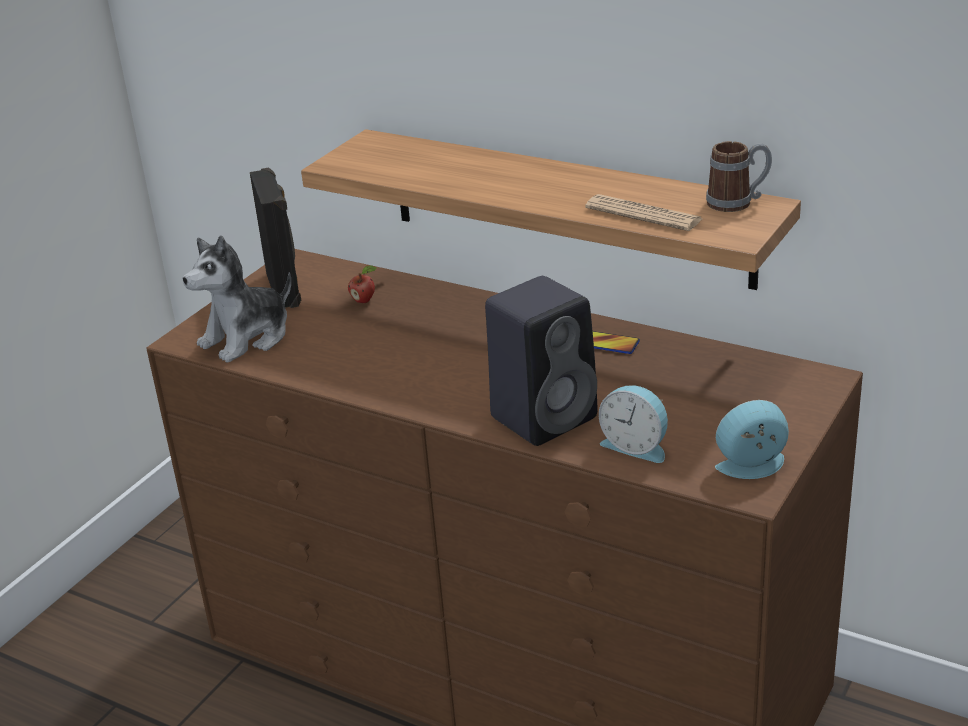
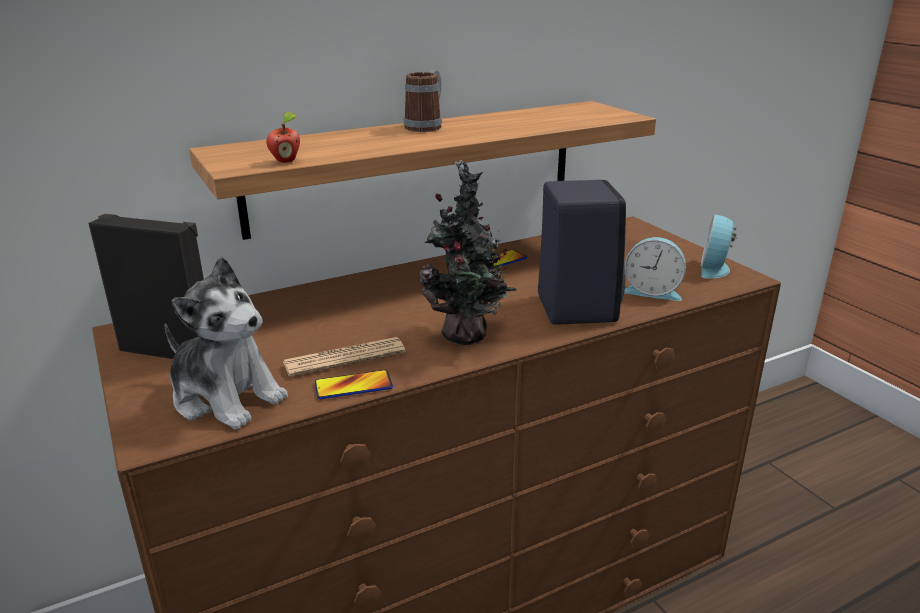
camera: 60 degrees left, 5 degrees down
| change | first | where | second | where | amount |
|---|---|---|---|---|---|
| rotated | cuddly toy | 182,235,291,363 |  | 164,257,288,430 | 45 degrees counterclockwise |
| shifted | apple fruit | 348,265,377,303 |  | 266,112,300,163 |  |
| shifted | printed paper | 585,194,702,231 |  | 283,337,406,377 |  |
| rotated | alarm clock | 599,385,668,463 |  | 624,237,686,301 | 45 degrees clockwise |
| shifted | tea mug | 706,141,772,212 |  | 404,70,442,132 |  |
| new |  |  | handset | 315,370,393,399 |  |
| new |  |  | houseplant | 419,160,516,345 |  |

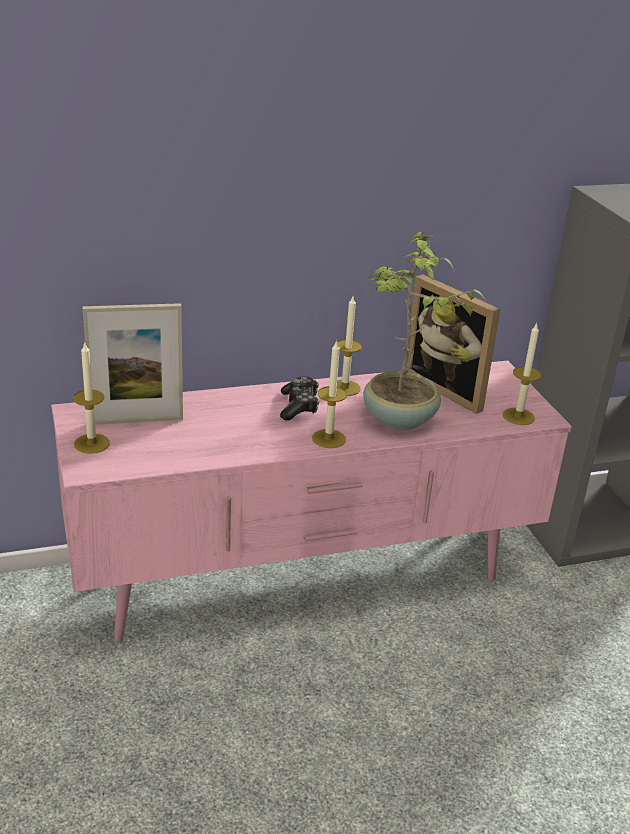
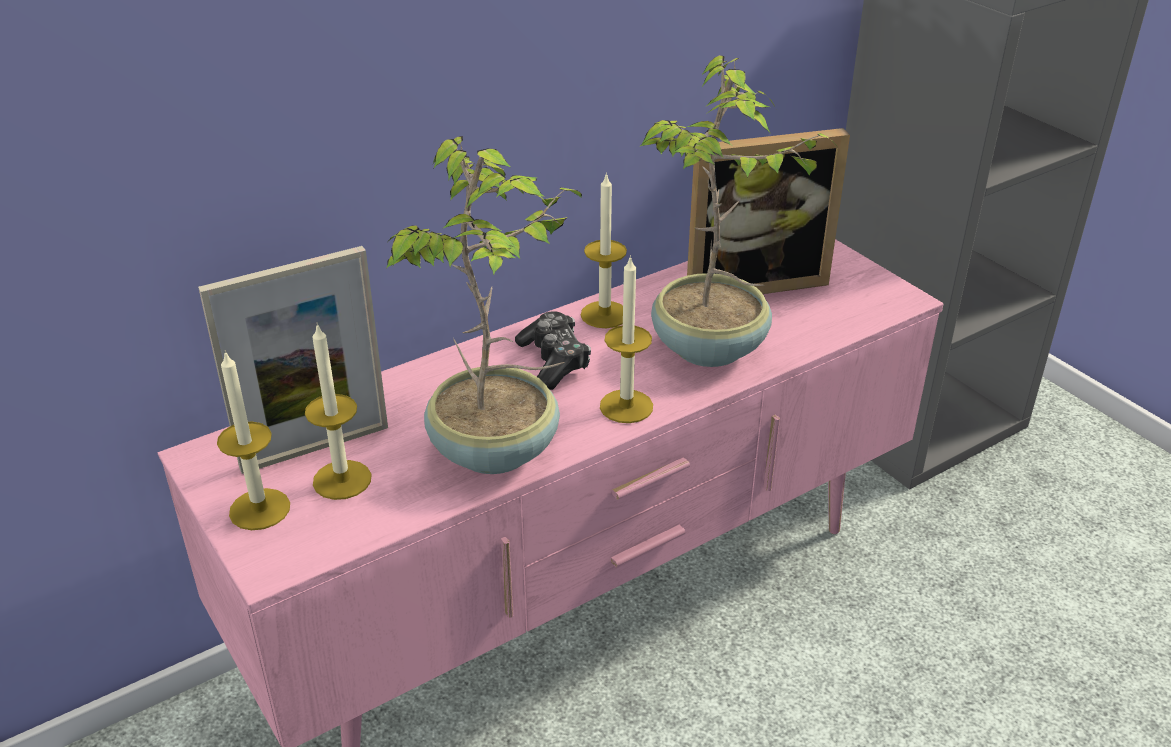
camera: 15 degrees left, 5 degrees up
| change | first | where | second | where | amount |
|---|---|---|---|---|---|
| rotated | photo frame | 405,274,501,414 |  | 687,128,850,294 | 45 degrees counterclockwise |
| shifted | wax candle | 503,323,541,425 |  | 305,324,371,500 |  |
| new |  |  | houseplant | 386,136,582,474 |  |

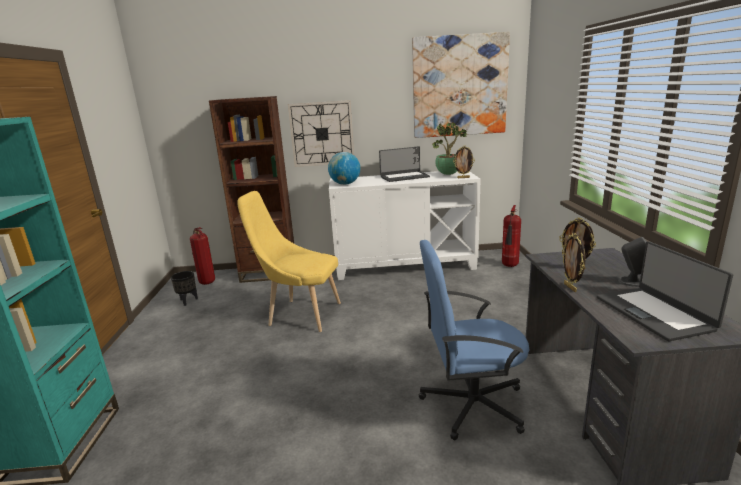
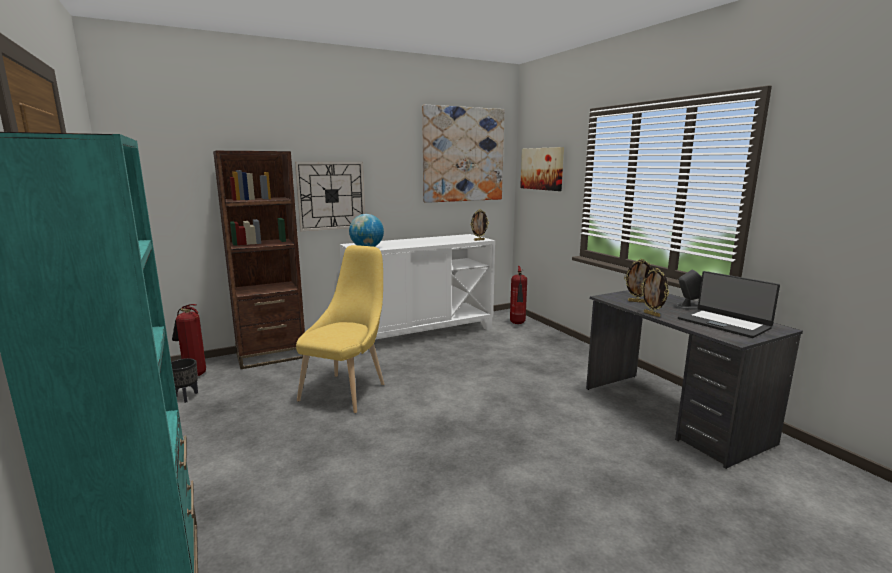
camera: 25 degrees left, 5 degrees down
| change | first | where | second | where | amount |
|---|---|---|---|---|---|
| rotated | plain chair (yellowish) | 237,191,341,332 |  | 296,245,384,413 | 120 degrees clockwise |
| gone | portable computer | 379,146,430,182 |  |  |  |
| gone | computer chair (bluish) | 419,240,529,440 |  |  |  |
| gone | houseplant | 432,122,467,175 |  |  |  |
| new |  |  | wall art | 520,147,564,191 |  |

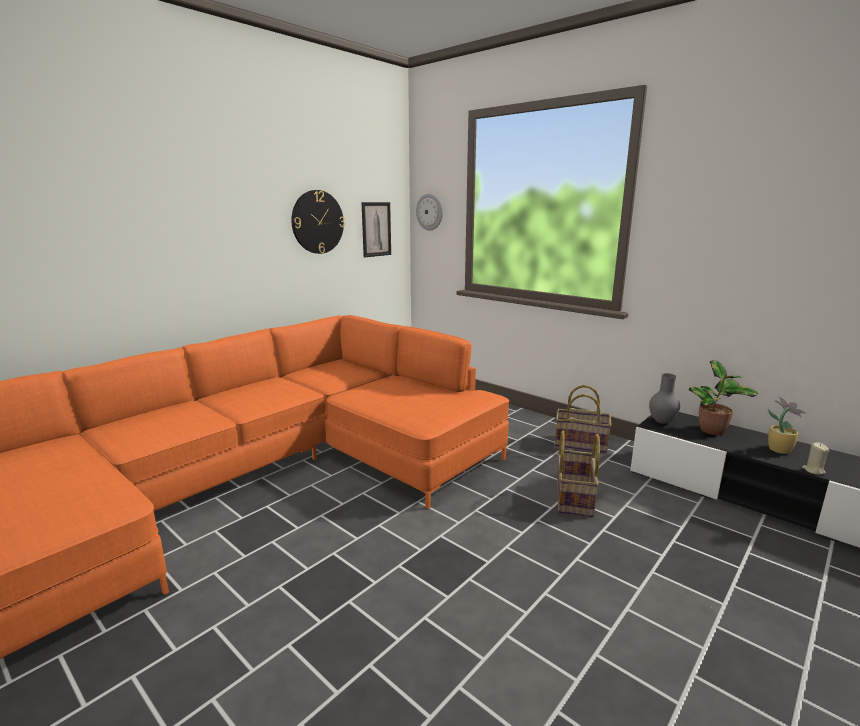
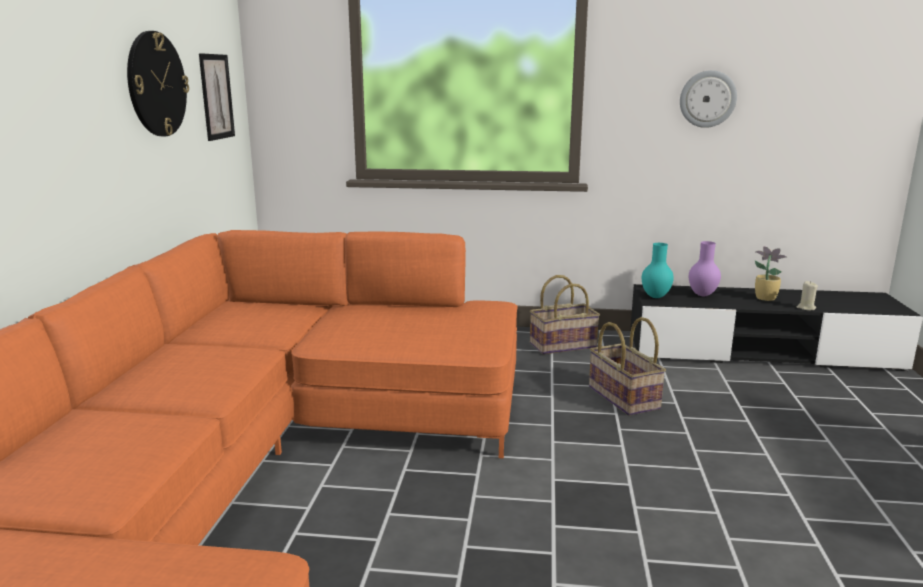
camera: 35 degrees left, 0 degrees up
| change | first | where | second | where | amount |
|---|---|---|---|---|---|
| shifted | clock on the wall | 416,193,443,230 |  | 680,70,737,128 |  |
| repainted | flower vase (greyish) | 649,373,680,424 | flower vase (turquoise) | 642,243,674,298 |  |
| swapped | houseplant | 689,360,758,435 | flower vase (purplish) | 689,241,721,296 |  |

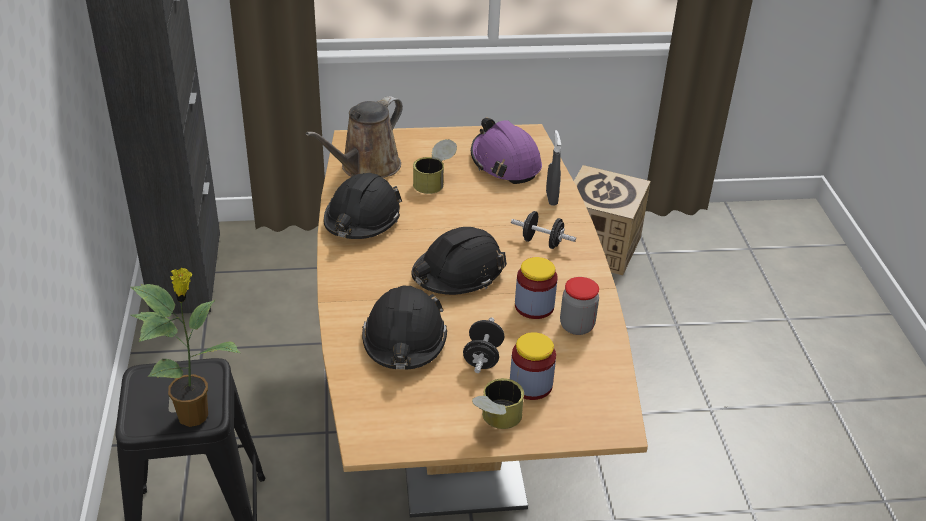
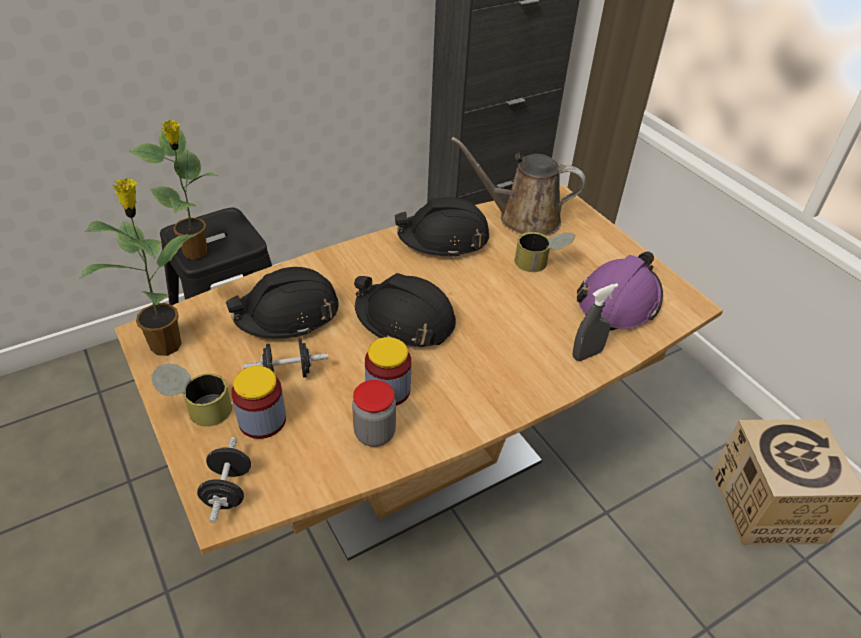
camera: 65 degrees right, 5 degrees up
| change | first | where | second | where | amount |
|---|---|---|---|---|---|
| shifted | hand weight (blackish) | 511,211,576,249 |  | 197,437,251,523 |  |
| new |  |  | houseplant | 78,178,197,356 |  |

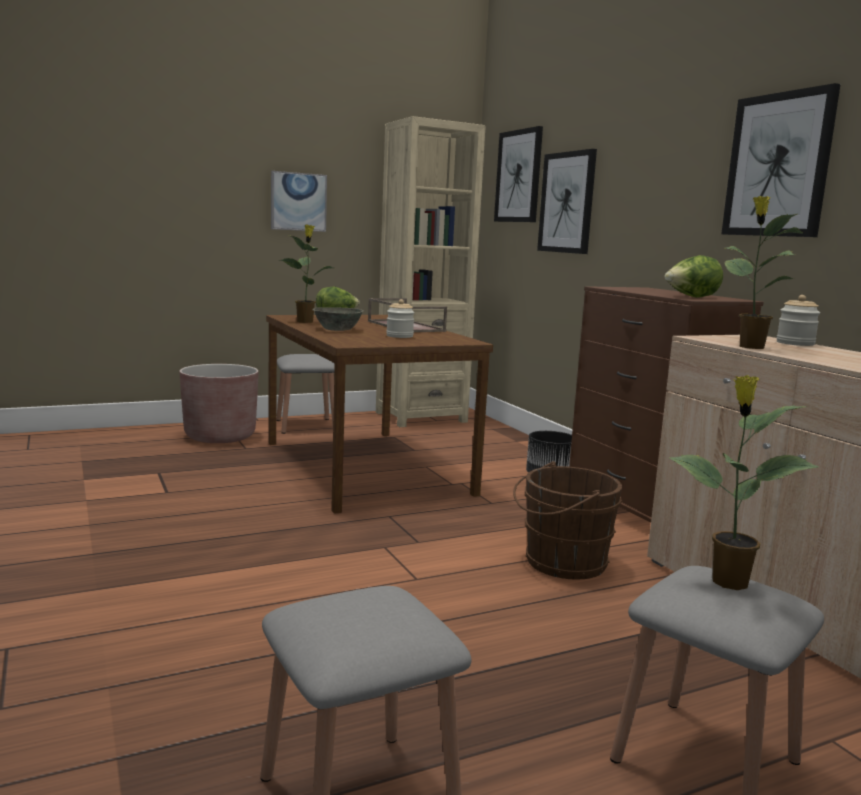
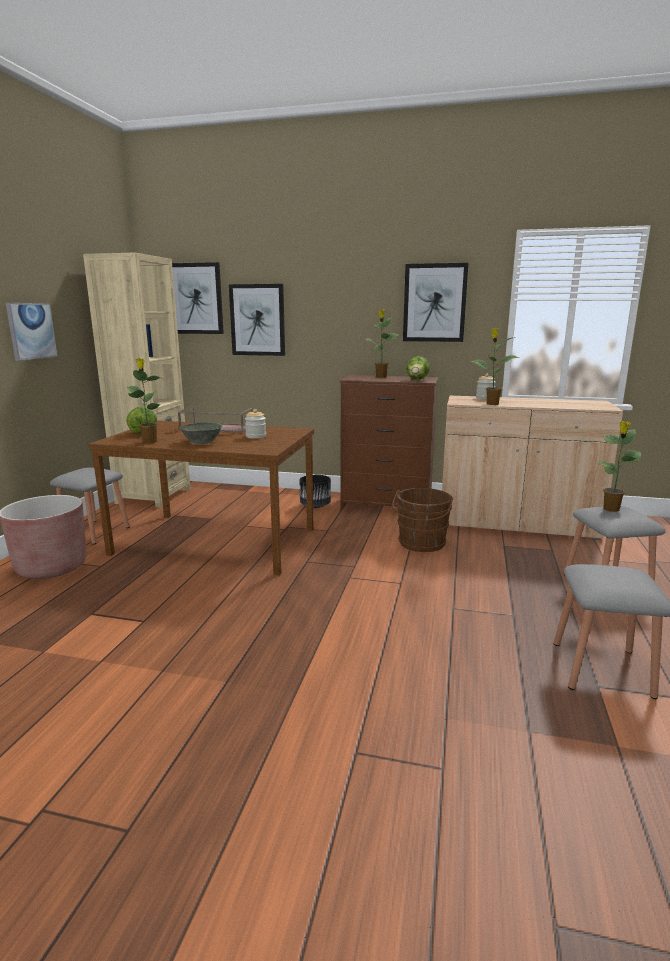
camera: 50 degrees left, 5 degrees up
| change | first | where | second | where | amount |
|---|---|---|---|---|---|
| new |  |  | houseplant | 365,309,399,378 |  |

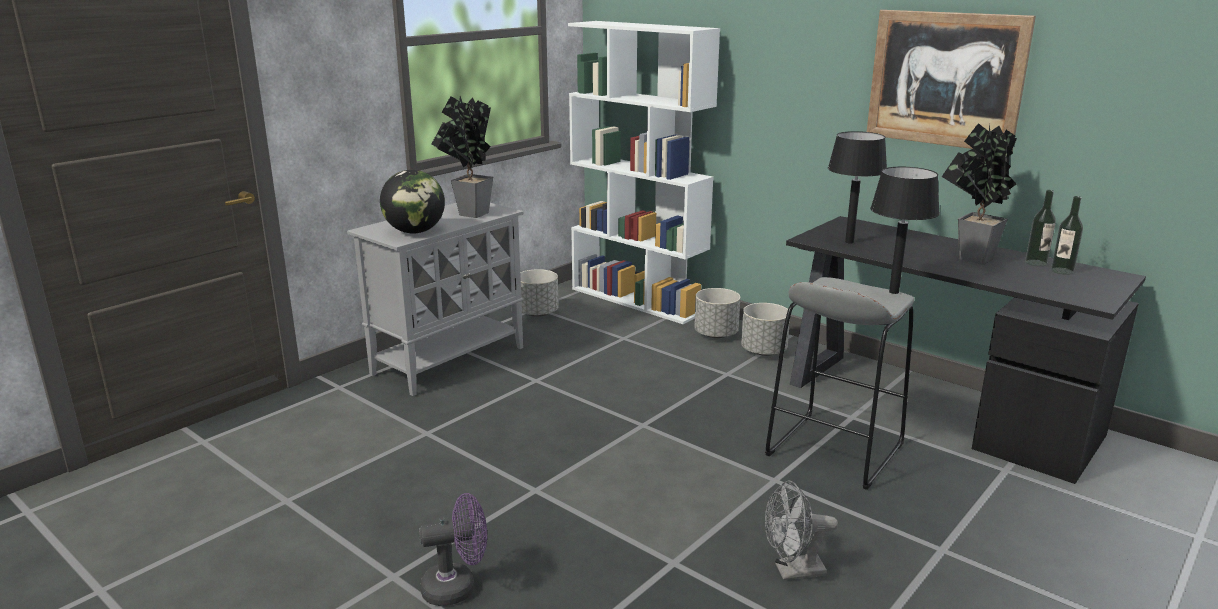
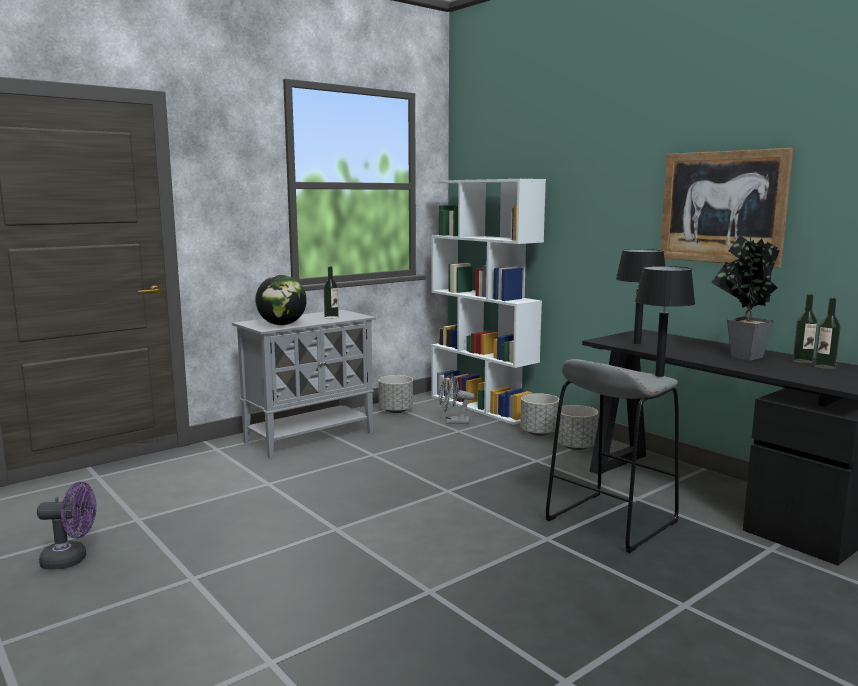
camera: 10 degrees right, 10 degrees down
| change | first | where | second | where | amount |
|---|---|---|---|---|---|
| shifted | cooling fan (purplish) | 419,493,487,606 |  | 37,482,97,570 |  |
| swapped | houseplant | 431,96,493,218 | drink bottle | 324,266,339,319 |  |
| shifted | cooling fan (greyish) | 765,480,838,580 |  | 439,373,475,424 |  |

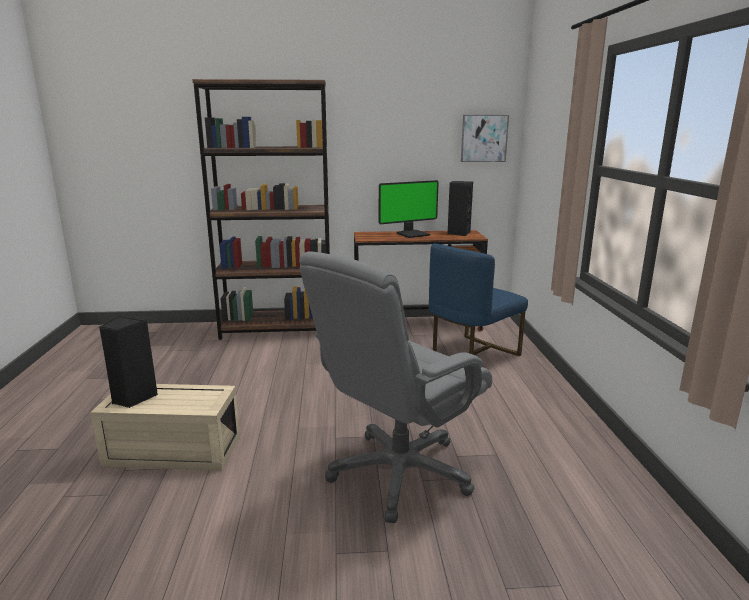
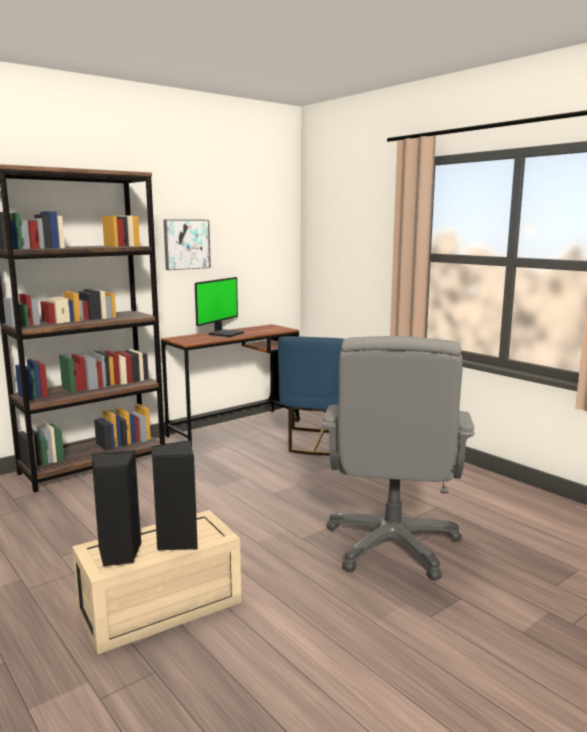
camera: 35 degrees left, 5 degrees down
| change | first | where | second | where | amount |
|---|---|---|---|---|---|
| shifted | audio speaker (blackish) | 447,181,473,236 |  | 151,440,198,550 |  |
| shifted | wall art | 461,115,509,162 |  | 163,219,211,270 |  |

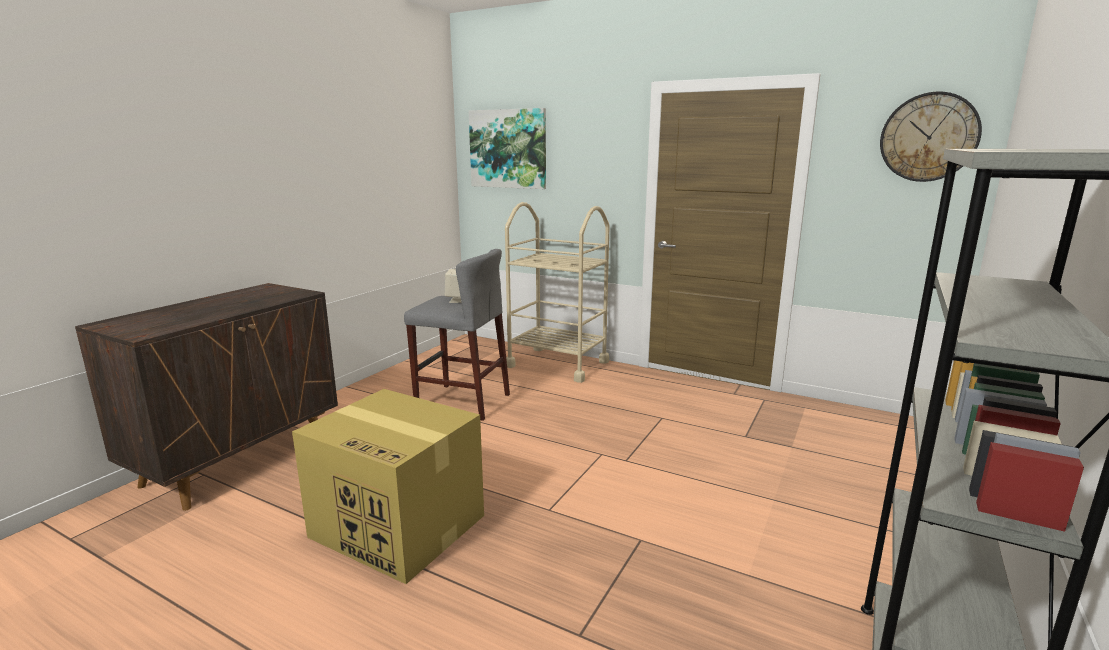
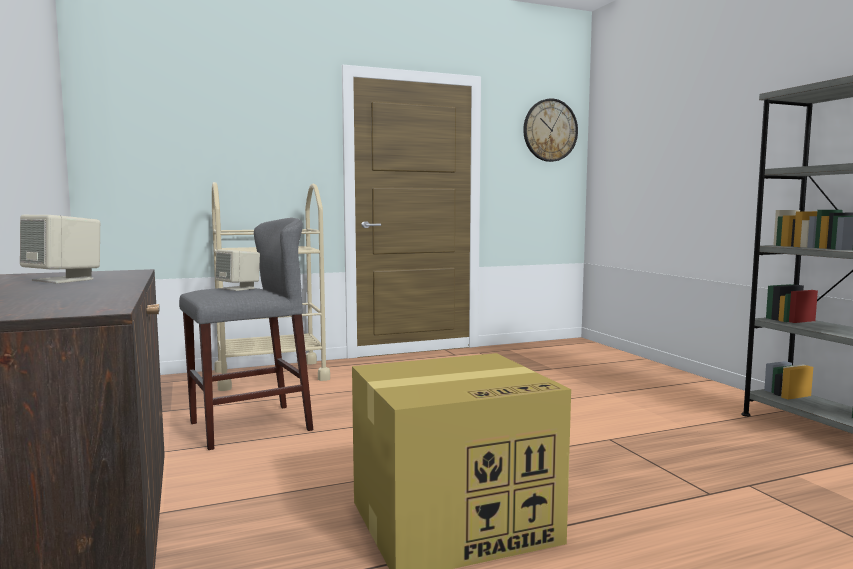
camera: 50 degrees left, 10 degrees down
| change | first | where | second | where | amount |
|---|---|---|---|---|---|
| gone | wall art | 469,108,546,189 |  |  |  |
| new |  |  | audio speaker (sand-coloured) | 20,215,100,284 |  |

